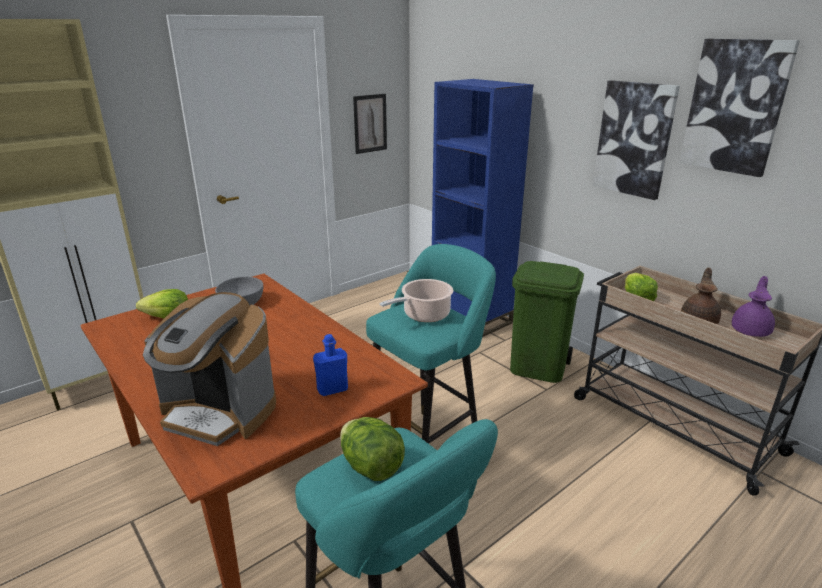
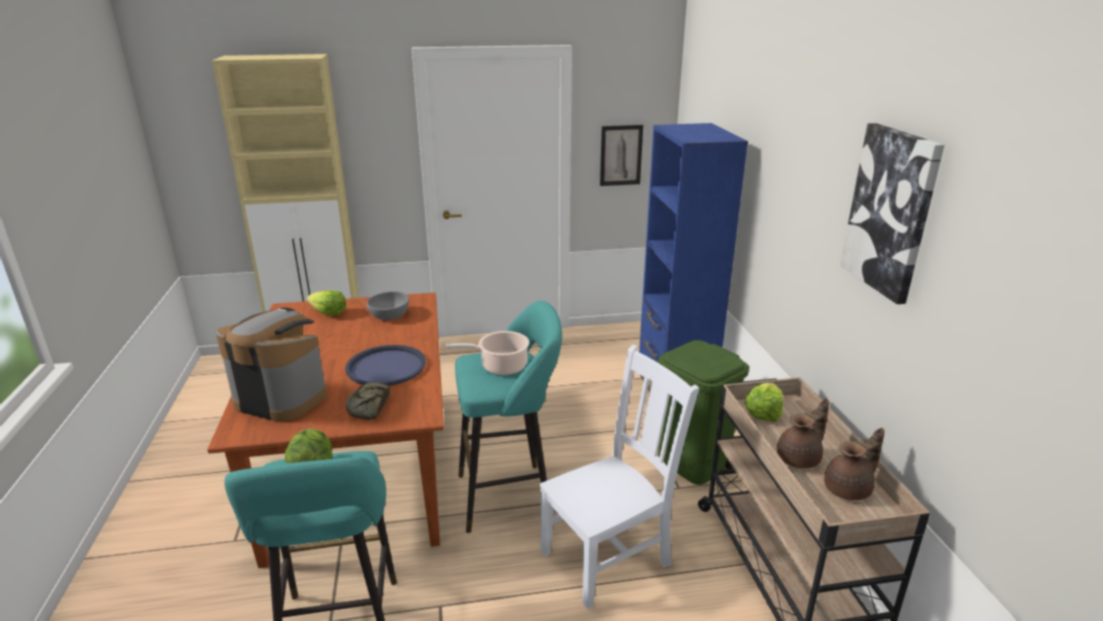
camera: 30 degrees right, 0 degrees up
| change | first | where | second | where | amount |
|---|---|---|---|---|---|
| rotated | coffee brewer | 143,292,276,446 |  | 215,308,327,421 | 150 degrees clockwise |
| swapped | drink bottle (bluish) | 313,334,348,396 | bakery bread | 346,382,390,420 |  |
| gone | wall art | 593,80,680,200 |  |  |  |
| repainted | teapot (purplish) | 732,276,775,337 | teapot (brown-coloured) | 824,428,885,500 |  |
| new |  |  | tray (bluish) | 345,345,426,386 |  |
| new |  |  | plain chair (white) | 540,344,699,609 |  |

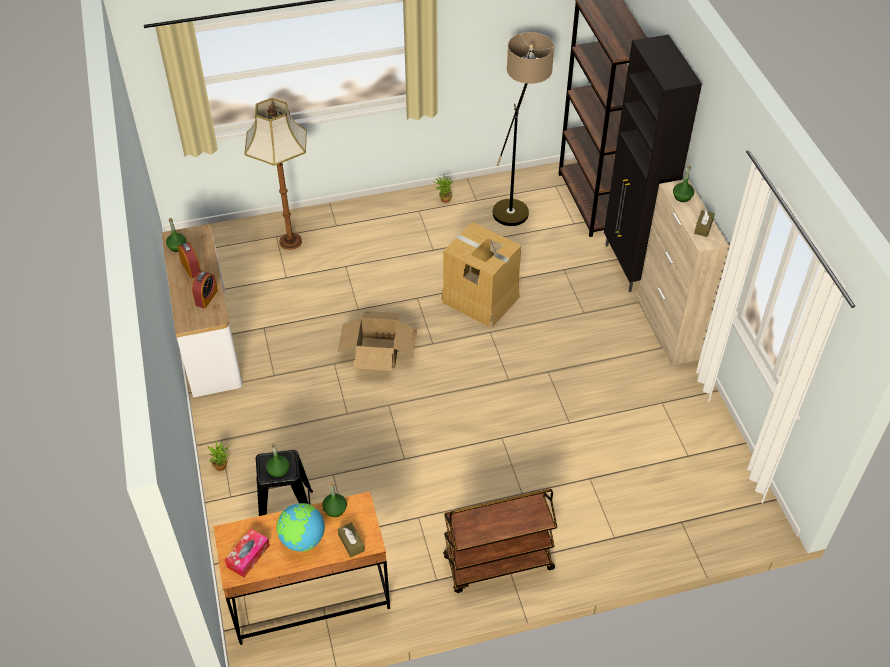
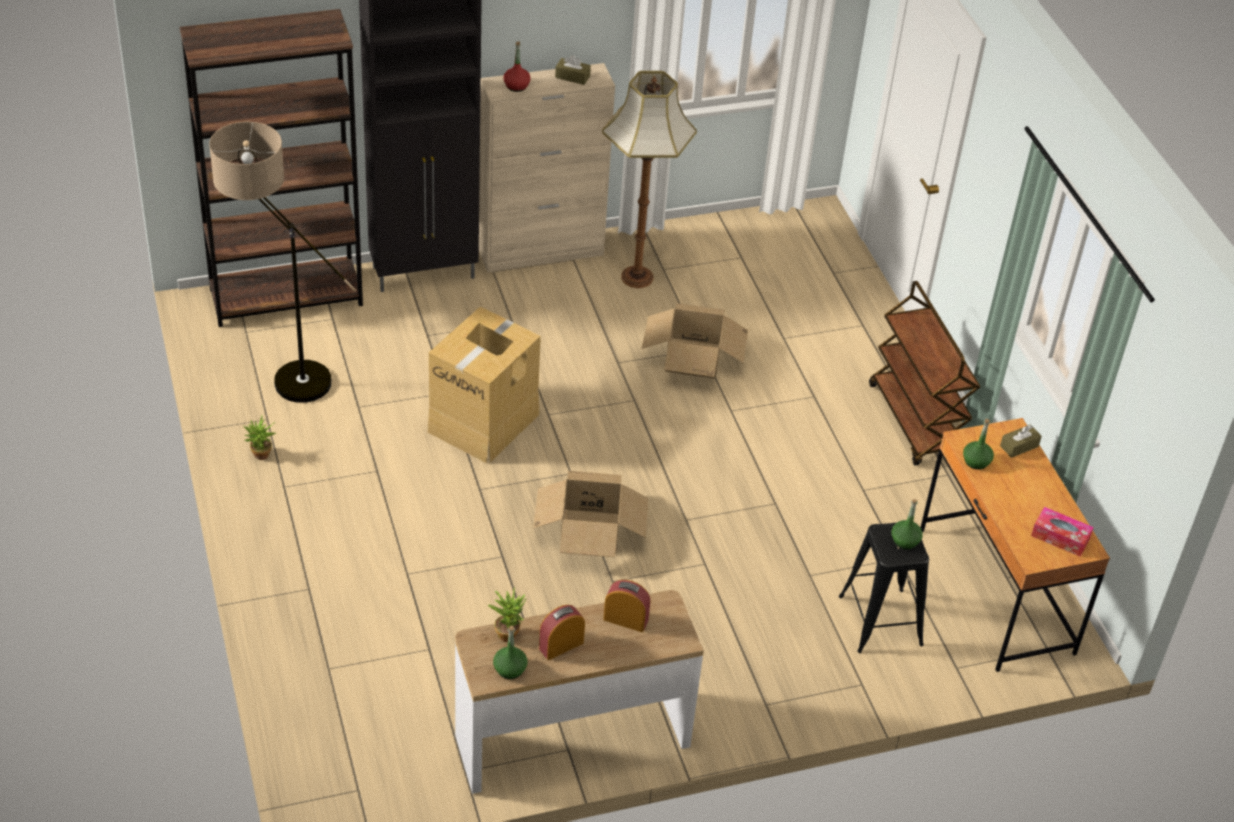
camera: 95 degrees left, 5 degrees down
| change | first | where | second | where | amount |
|---|---|---|---|---|---|
| shifted | houseplant | 207,438,231,471 |  | 488,587,526,642 |  |
| shifted | floor lamp | 245,98,307,250 |  | 602,71,697,288 |  |
| gone | desk globe | 276,503,325,552 |  |  |  |
| repainted | drink bottle (green) | 673,166,694,202 | drink bottle (red-coloured) | 503,41,531,92 |  |
| new |  |  | carton | 642,303,748,379 |  |

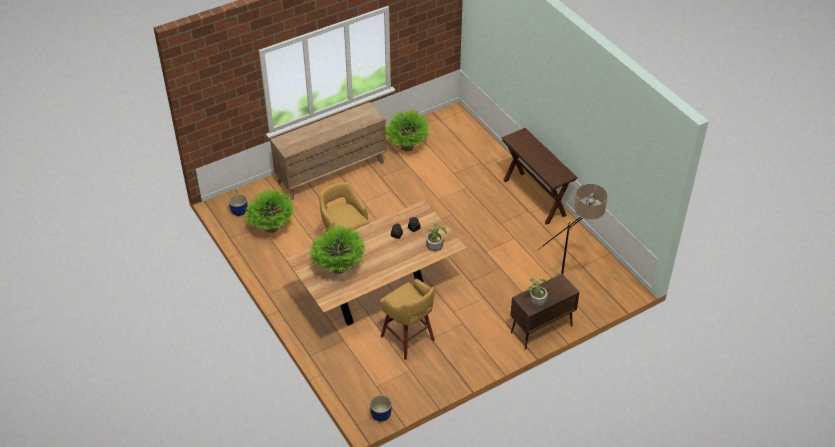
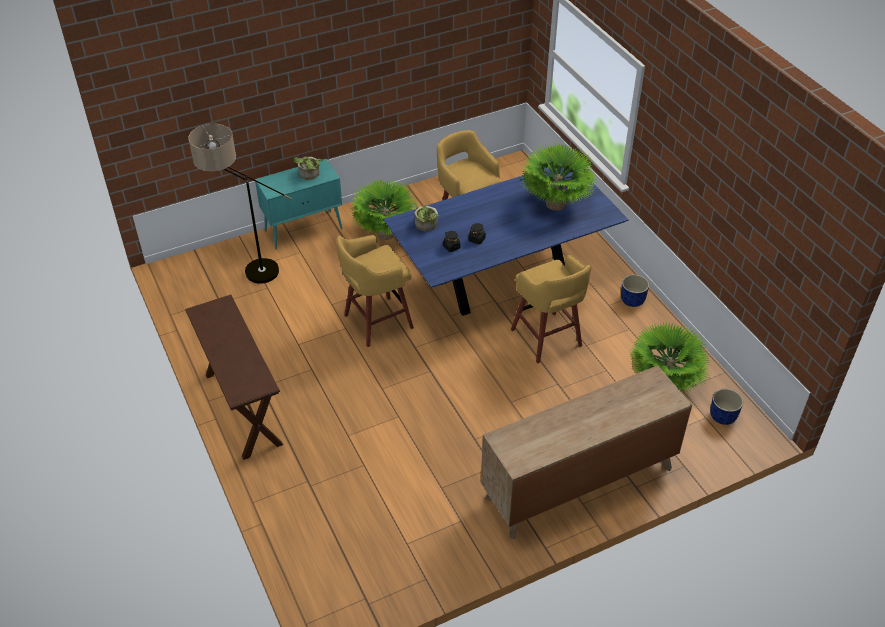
camera: 175 degrees left, 0 degrees up
| change | first | where | second | where | amount |
|---|---|---|---|---|---|
| repainted | kitchen table (brown-coloured) | 285,200,467,326 | kitchen table (bluish) | 383,167,629,316 |  |
| shifted | flower pot (bluish) | 370,395,392,421 |  | 621,275,649,307 |  |
| shifted | houseplant | 386,109,431,151 |  | 350,179,418,240 |  |
| repainted | storage cabinet (brown-coloured) | 510,274,580,350 | storage cabinet (turquoise) | 255,159,342,249 |  |
| new |  |  | stool (yellowish) | 336,235,414,347 |  |

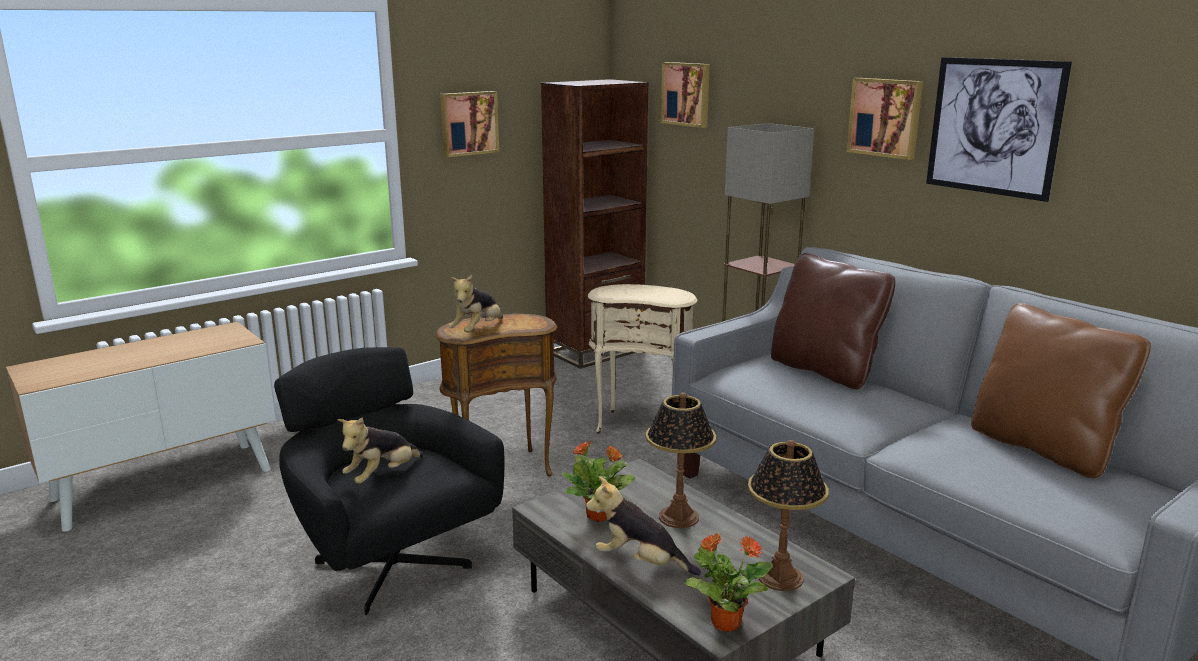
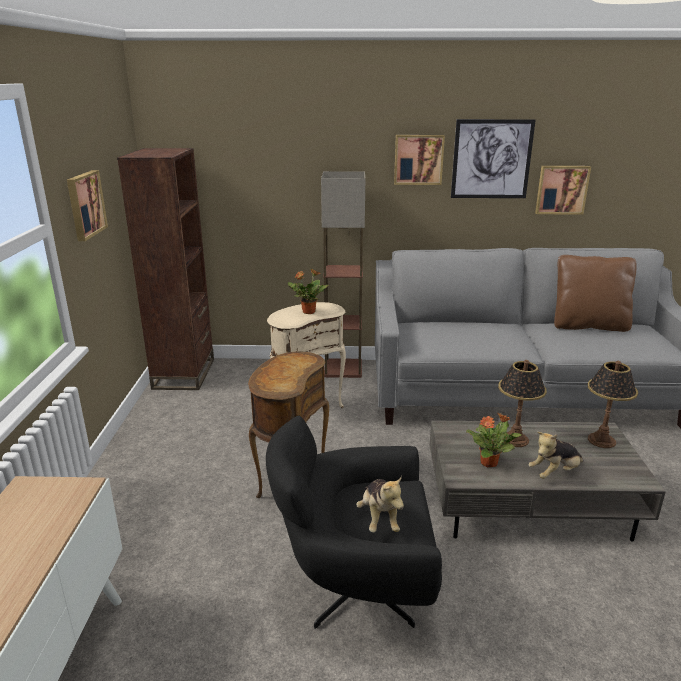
camera: 50 degrees left, 5 degrees up
| change | first | where | second | where | amount |
|---|---|---|---|---|---|
| gone | cuddly toy | 448,275,503,333 |  |  |  |
| shifted | wall art | 661,62,710,128 |  | 535,166,591,215 |  |
| shifted | houseplant | 684,532,773,632 |  | 288,269,329,314 |  |
| gone | pillow (brown-coloured) | 771,253,895,389 |  |  |  |

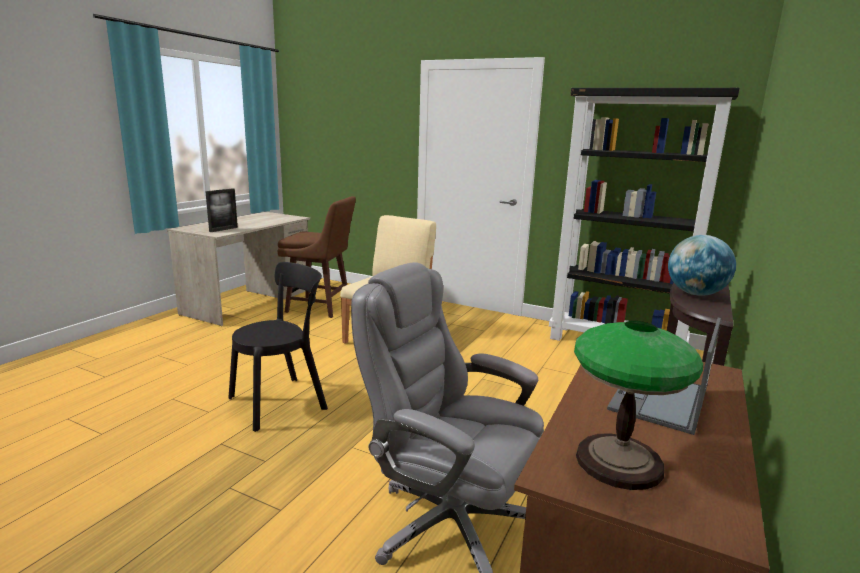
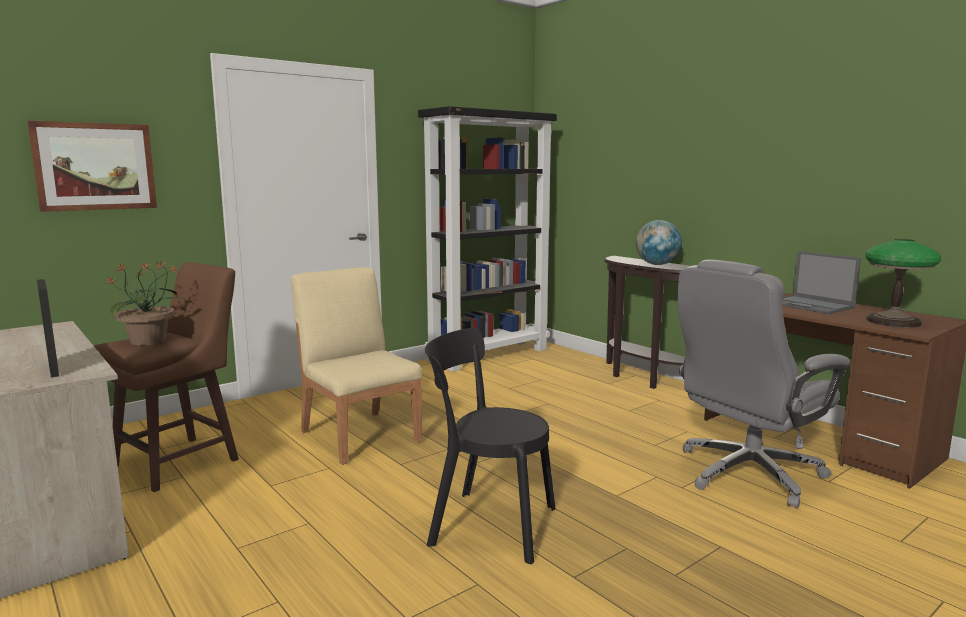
camera: 65 degrees left, 5 degrees down
| change | first | where | second | where | amount |
|---|---|---|---|---|---|
| rotated | plain chair (blackish) | 228,262,328,432 |  | 425,328,555,564 | 60 degrees counterclockwise |
| new |  |  | wall art | 27,121,157,212 |  |
| new |  |  | houseplant | 106,262,188,346 |  |

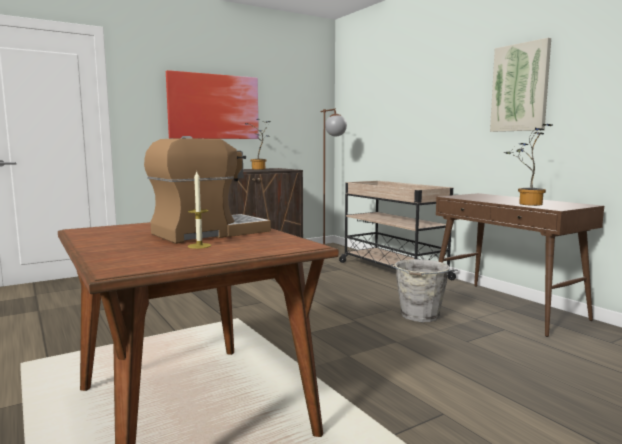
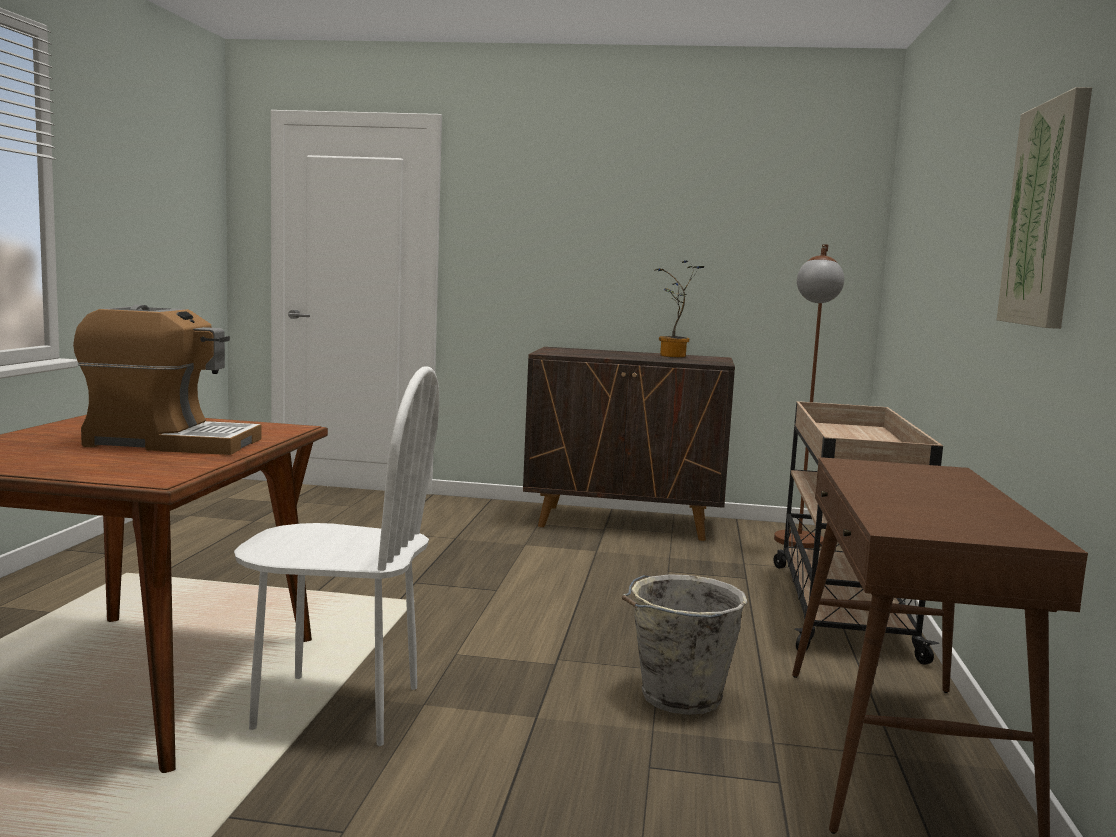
camera: 40 degrees right, 0 degrees up
| change | first | where | second | where | amount |
|---|---|---|---|---|---|
| gone | wall art | 166,70,259,139 |  |  |  |
| gone | wax candle | 188,170,211,249 |  |  |  |
| gone | houseplant | 504,124,553,206 |  |  |  |
| new |  |  | plain chair (white) | 234,366,439,746 |  |

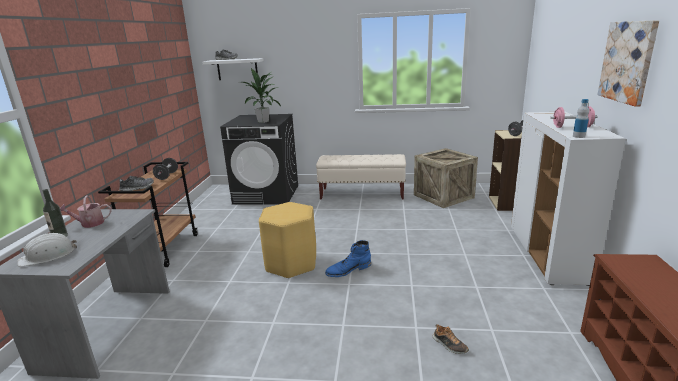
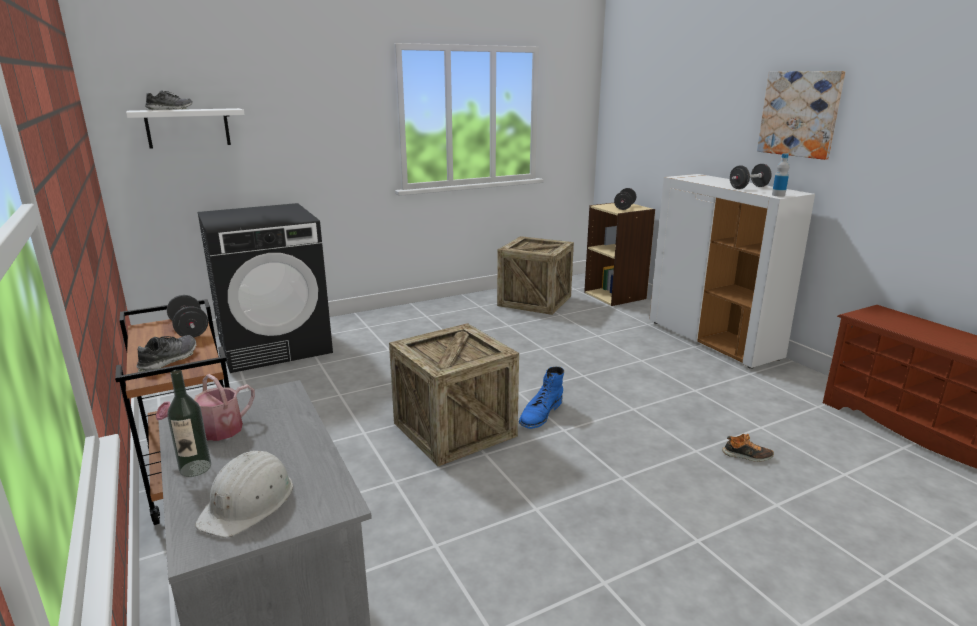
camera: 35 degrees left, 0 degrees up
| change | first | where | second | where | amount |
|---|---|---|---|---|---|
| gone | houseplant | 242,68,281,123 |  |  |  |
| swapped | stool (yellowish) | 259,202,316,278 | crate | 389,323,519,466 |  |
| gone | bench (sand-coloured) | 316,154,406,199 |  |  |  |
| repainted | hand weight (pink) | 550,107,597,128 | hand weight (blackish) | 730,164,772,189 |  |

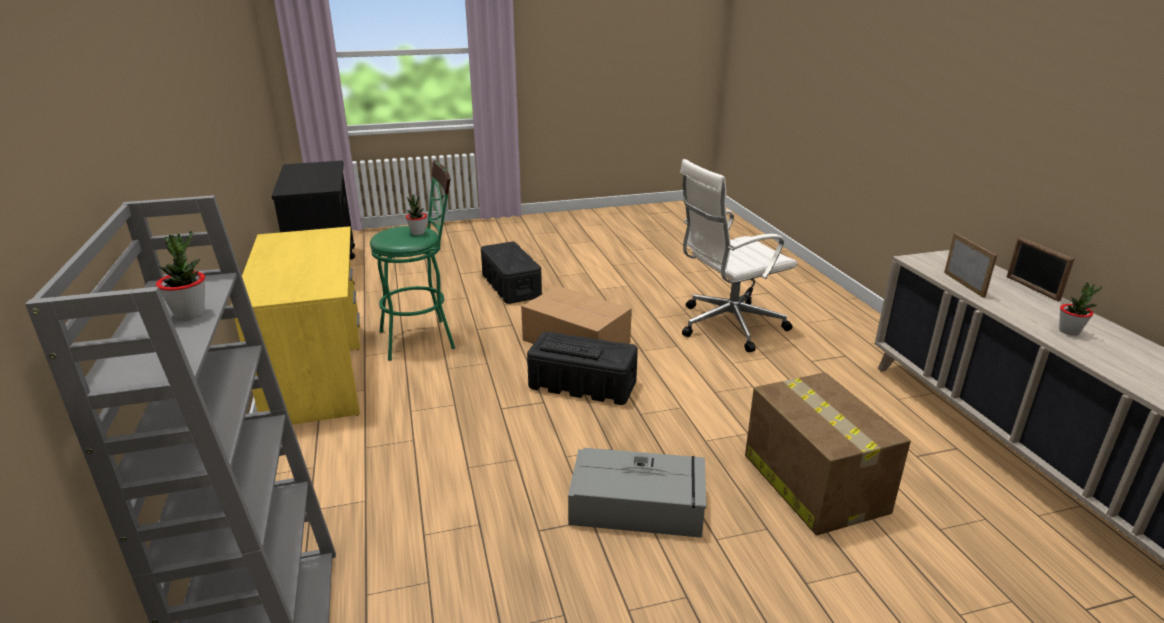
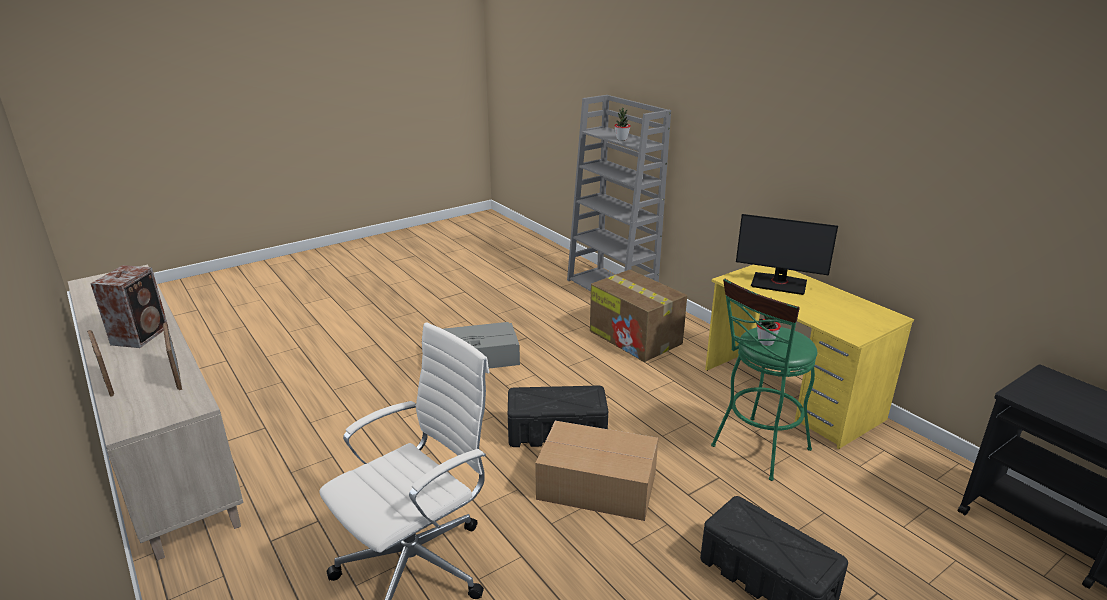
camera: 160 degrees right, 0 degrees up
| change | first | where | second | where | amount |
|---|---|---|---|---|---|
| gone | computer keyboard | 539,339,603,360 |  |  |  |
| shifted | carton | 745,372,911,535 |  | 590,270,687,362 |  |
| swapped | houseplant | 1059,282,1102,336 | audio speaker | 90,265,168,348 |  |
| new |  |  | computer screen | 736,214,838,295 |  |

